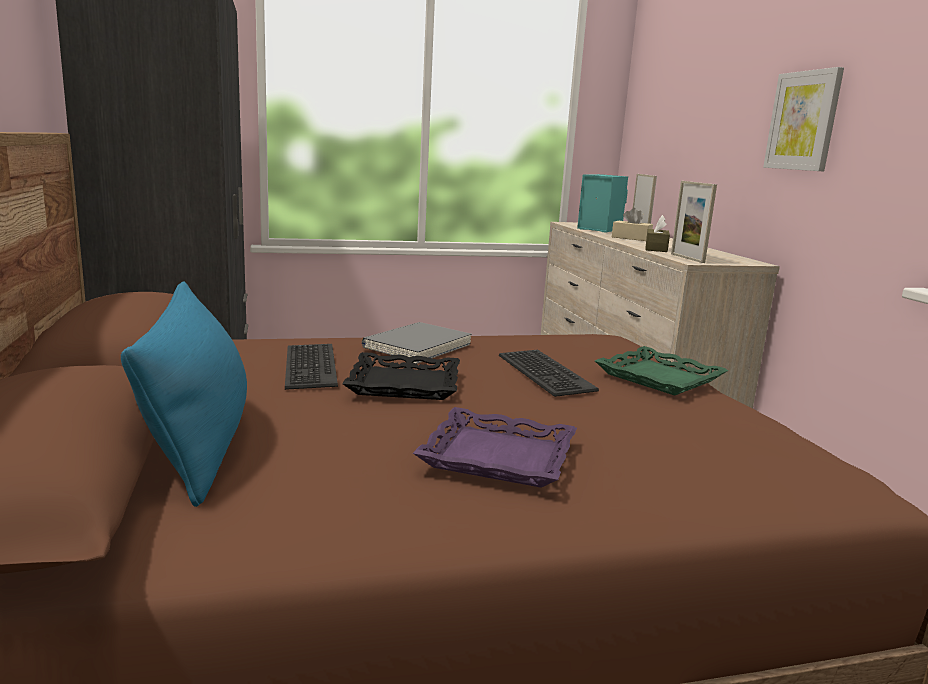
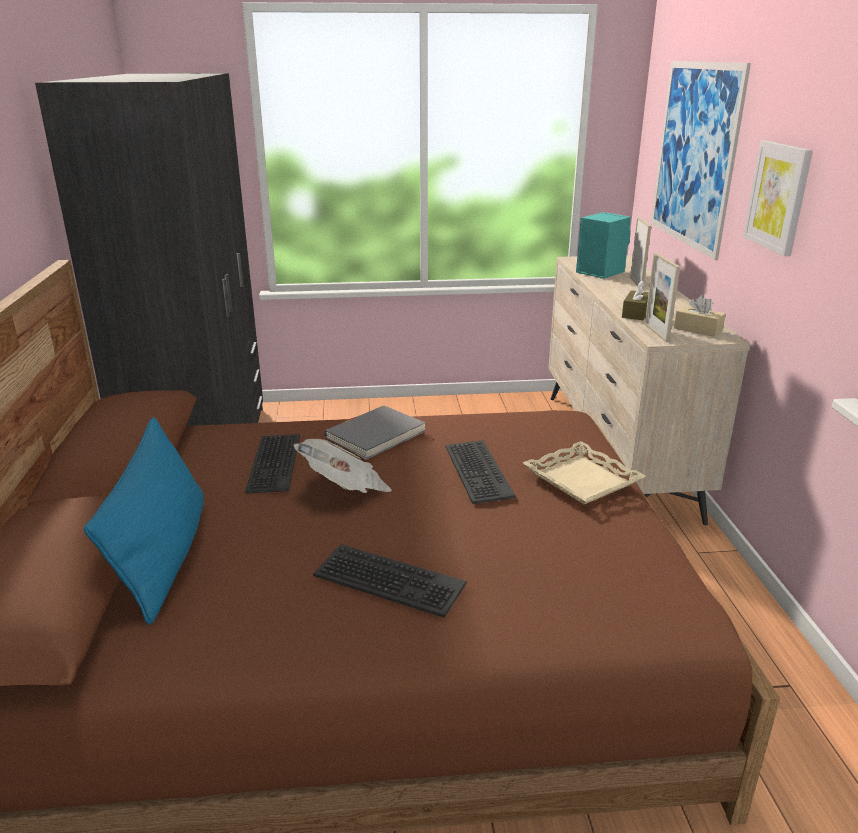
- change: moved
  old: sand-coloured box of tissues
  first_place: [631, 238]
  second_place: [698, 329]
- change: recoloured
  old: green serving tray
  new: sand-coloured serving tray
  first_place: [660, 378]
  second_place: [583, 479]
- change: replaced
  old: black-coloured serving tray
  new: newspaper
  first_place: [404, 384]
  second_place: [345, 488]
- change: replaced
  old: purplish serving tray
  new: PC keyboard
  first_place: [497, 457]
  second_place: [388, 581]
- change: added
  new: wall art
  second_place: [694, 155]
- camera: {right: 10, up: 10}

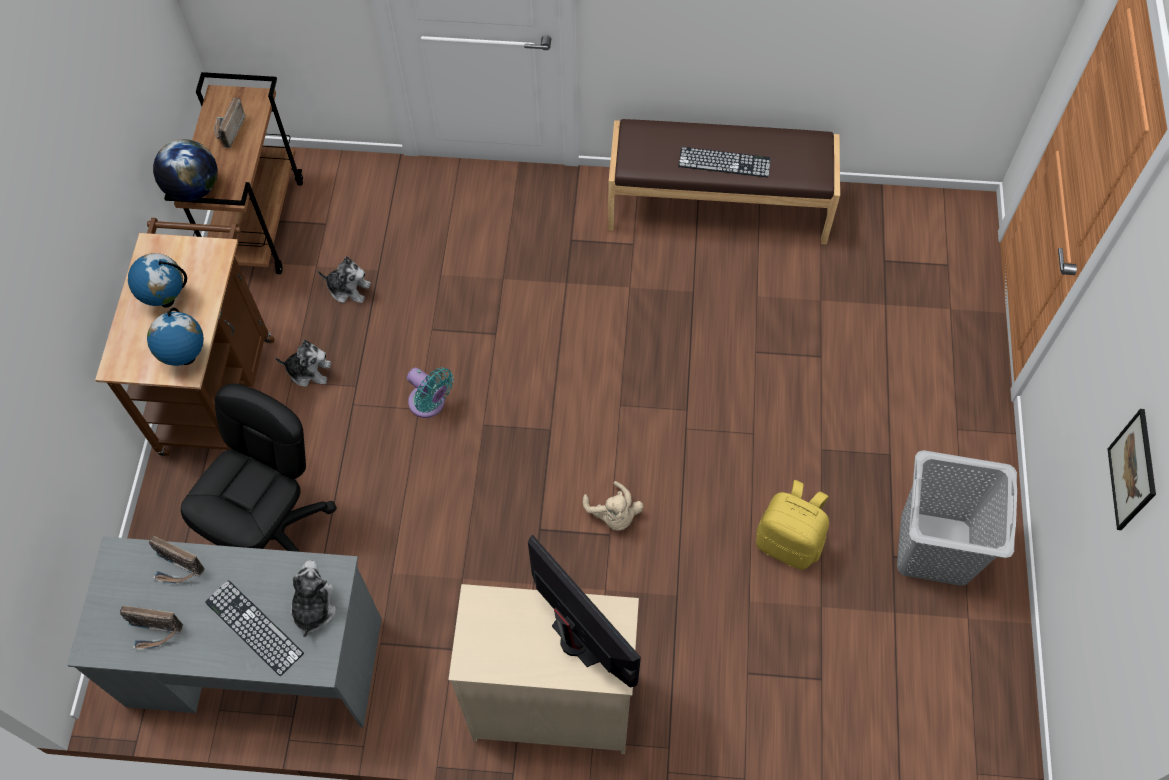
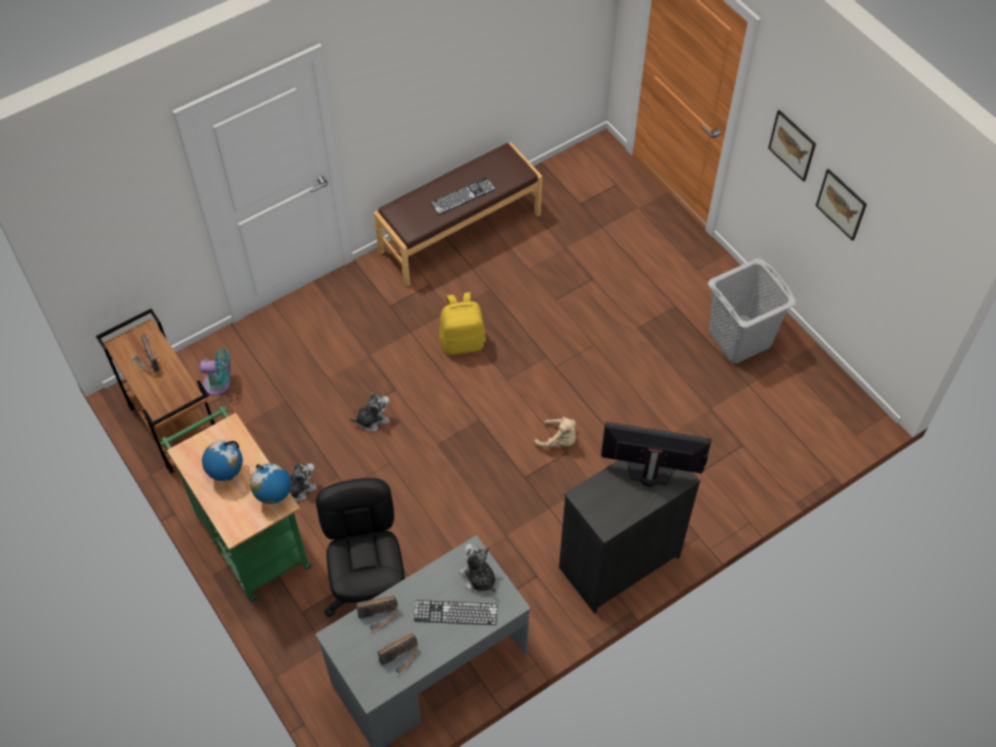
- change: removed
  old: desk globe
  first_place: [193, 189]
- change: recoloured
  old: brownish cart
  new: green cart
  first_place: [219, 387]
  second_place: [249, 537]
- change: moved
  old: plush toy
  first_place: [348, 289]
  second_place: [372, 419]
- change: moved
  old: turquoise-coloured fan
  first_place: [430, 404]
  second_place: [219, 384]
- change: moved
  old: yellow-coloured knapsack
  first_place: [789, 542]
  second_place: [463, 341]
- change: recoloured
  old: sand-coloured dresser
  new: black-coloured dresser
  first_place: [552, 704]
  second_place: [618, 561]
- change: added
  new: wall art
  second_place: [792, 145]
- camera: {right: -40, up: -5}

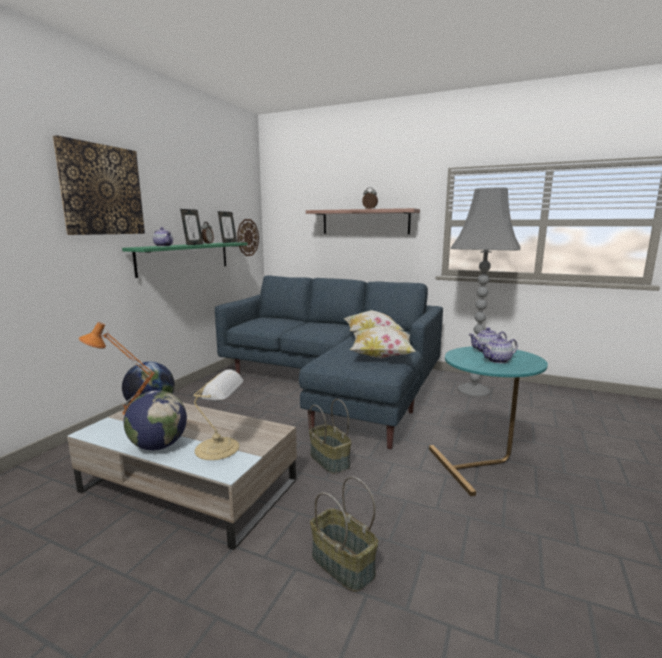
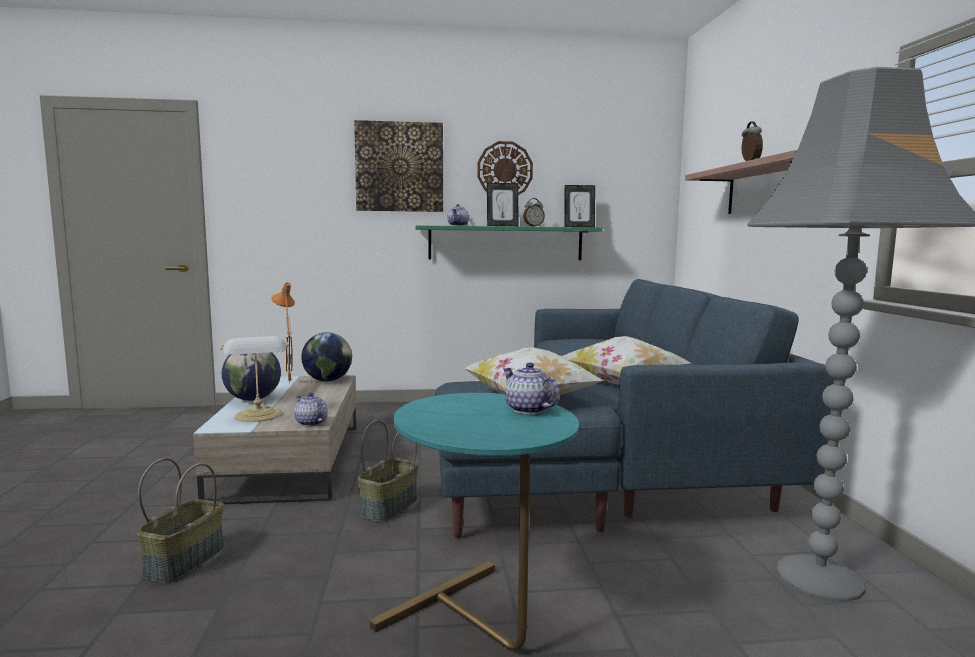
- change: moved
  old: clock on the wall
  first_place: [247, 237]
  second_place: [505, 170]
- change: moved
  old: teapot
  first_place: [497, 360]
  second_place: [310, 423]
- camera: {right: 60, up: -5}

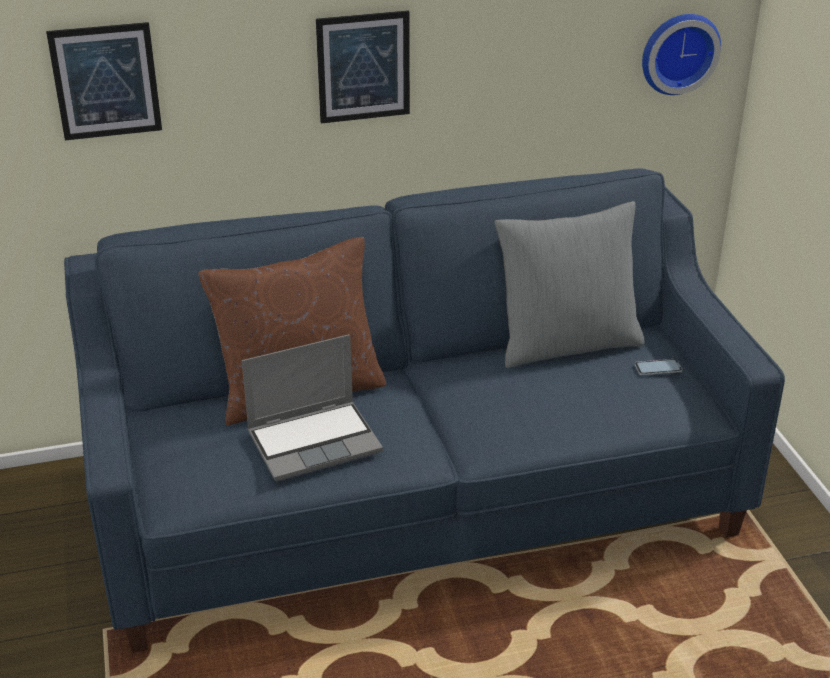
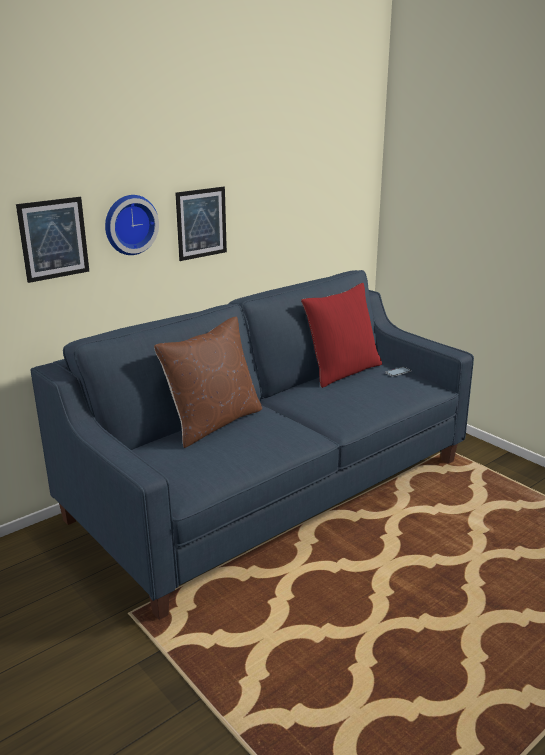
- change: moved
  old: clock on the wall
  first_place: [678, 52]
  second_place: [129, 224]
- change: recoloured
  old: grey throw pillow
  new: red-coloured throw pillow
  first_place: [566, 343]
  second_place: [342, 371]
- change: removed
  old: laptop
  first_place: [315, 441]
- camera: {right: -25, up: -10}

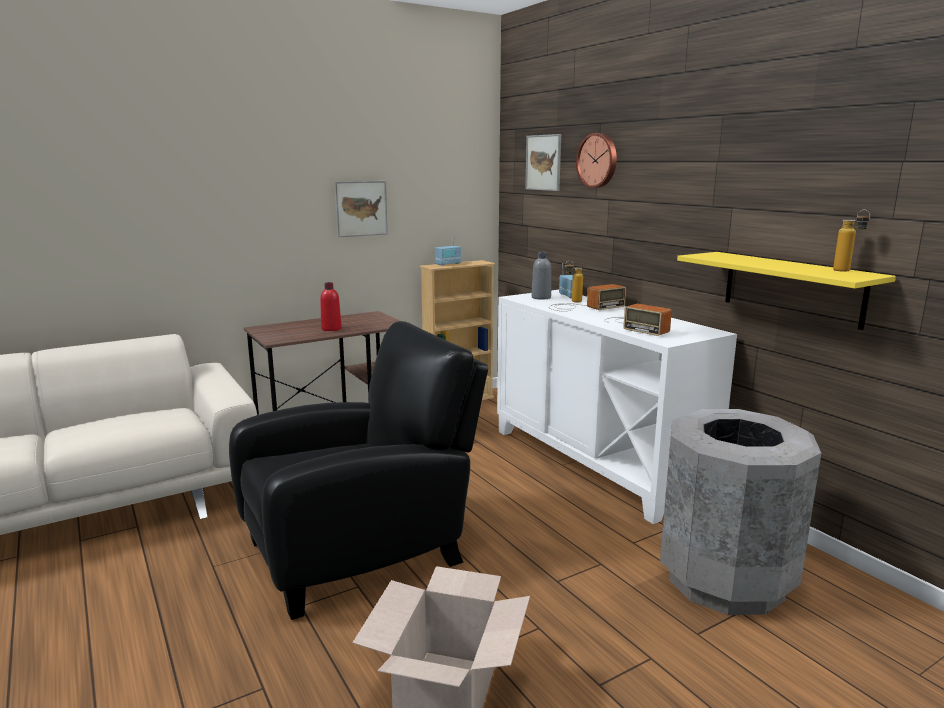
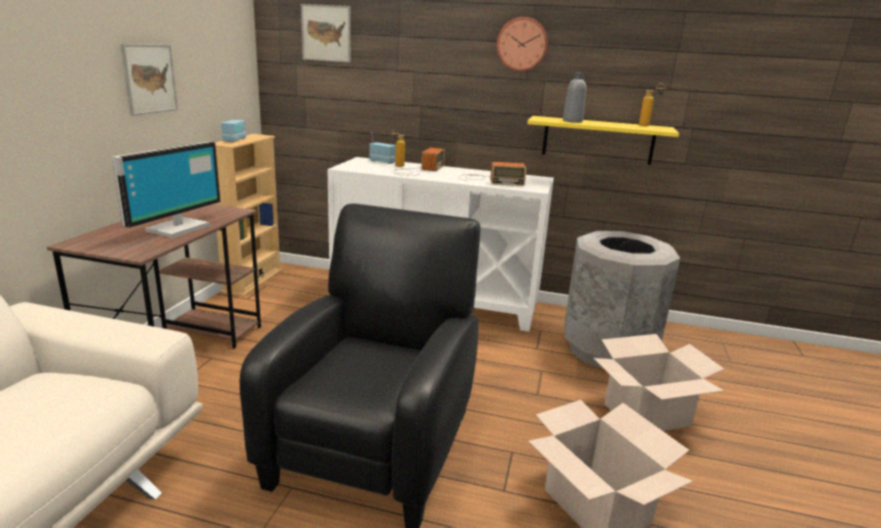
- change: moved
  old: clock on the wall
  first_place: [598, 160]
  second_place: [522, 44]
- change: moved
  old: grey beverage bottle
  first_place: [541, 297]
  second_place: [572, 121]
- change: replaced
  old: red-coloured beverage bottle
  new: computer display
  first_place: [331, 329]
  second_place: [177, 228]
- change: added
  new: carton
  second_place: [646, 414]
- camera: {right: -45, up: 5}

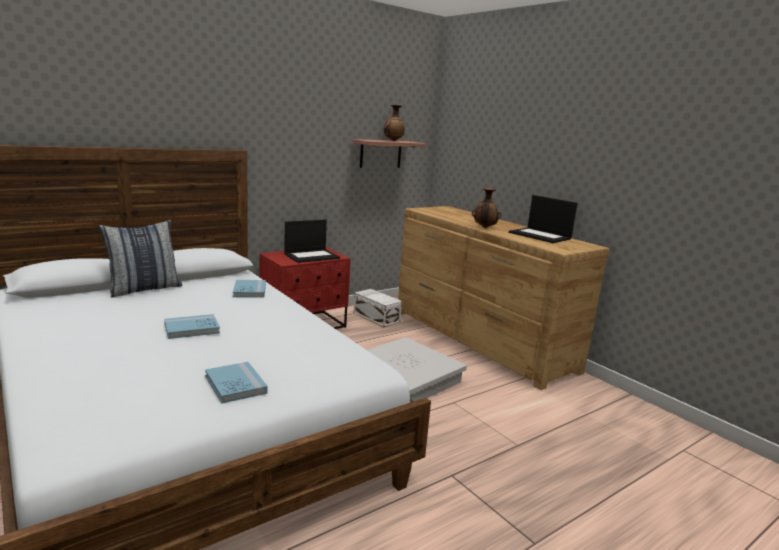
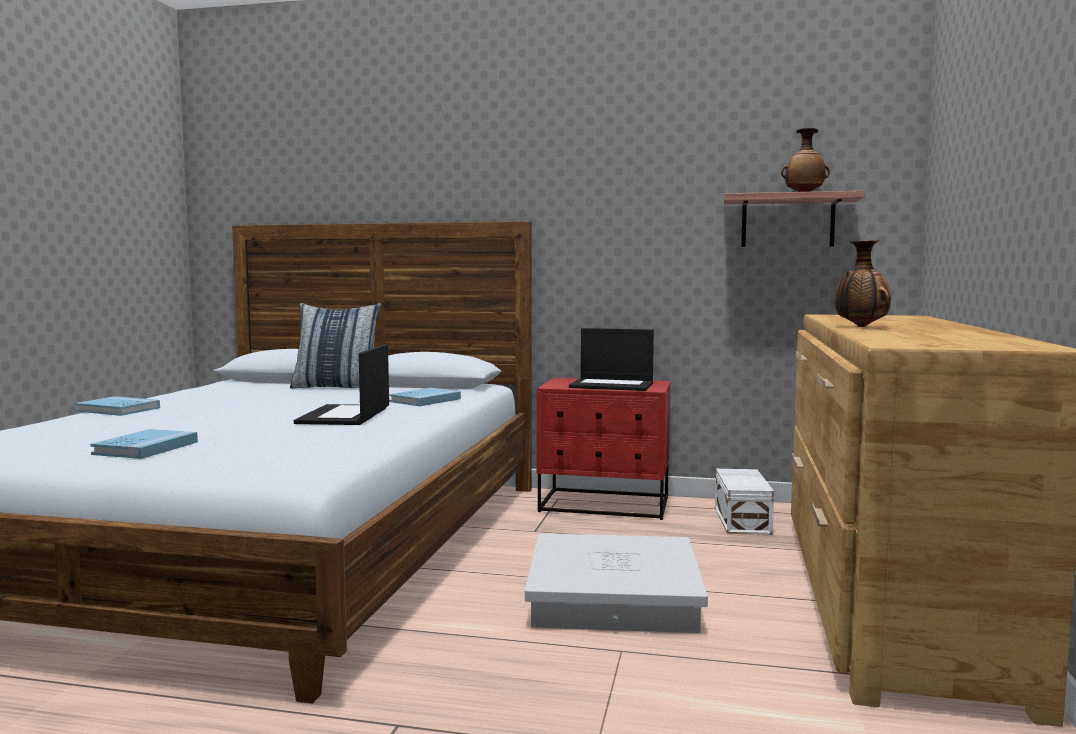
- change: moved
  old: laptop
  first_place: [540, 236]
  second_place: [345, 416]
- change: moved
  old: bluish book
  first_place: [192, 329]
  second_place: [118, 409]
- camera: {right: 50, up: -10}

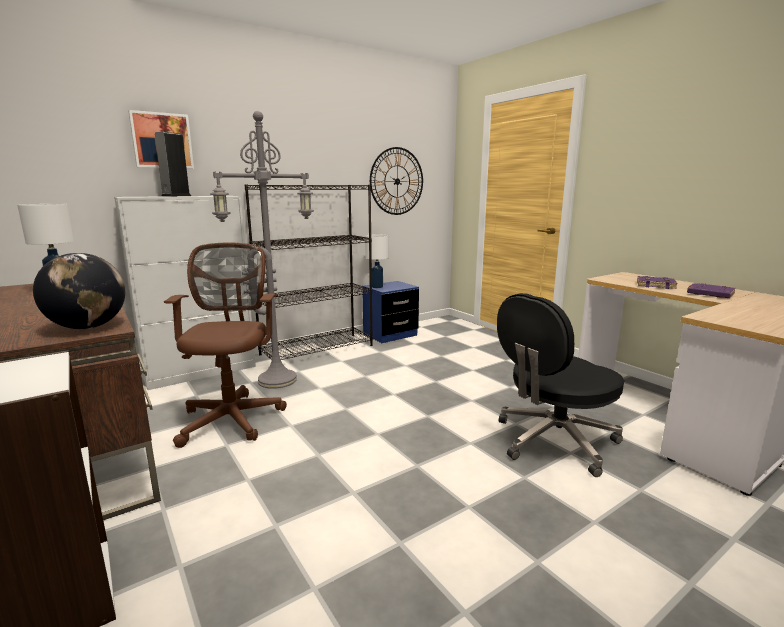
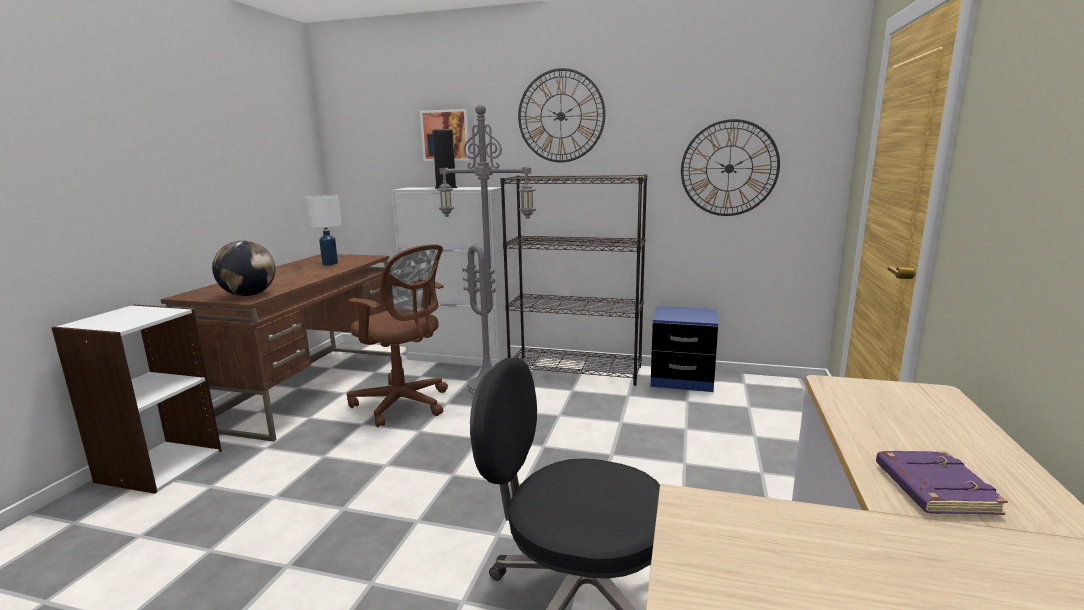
- change: removed
  old: white-coloured table lamp
  first_place: [377, 287]
- change: turned
  old: brownish office chair
  first_place: [233, 417]
  second_place: [404, 405]
  degrees: 75
- change: removed
  old: purplish book
  first_place: [656, 285]
- change: added
  new: clock on the wall
  second_place: [561, 116]
- camera: {right: 50, up: 0}

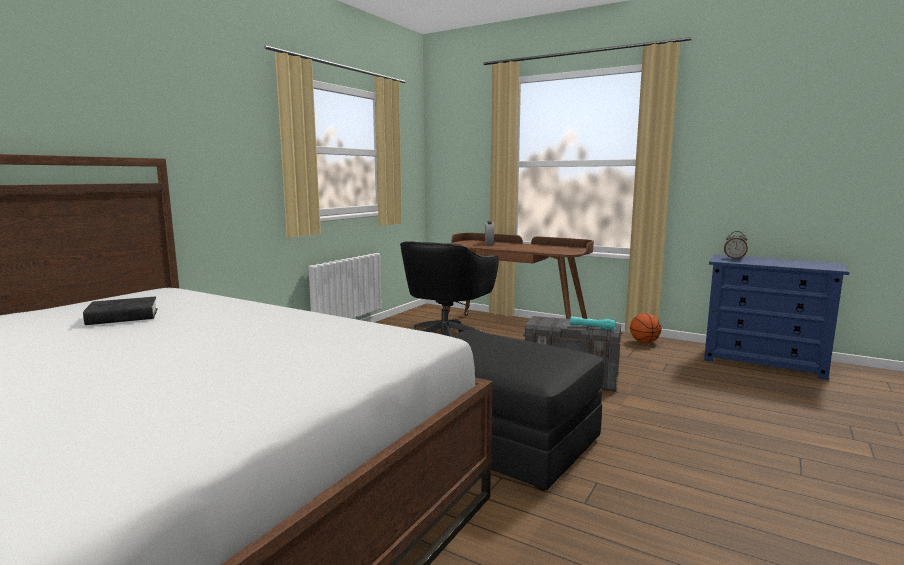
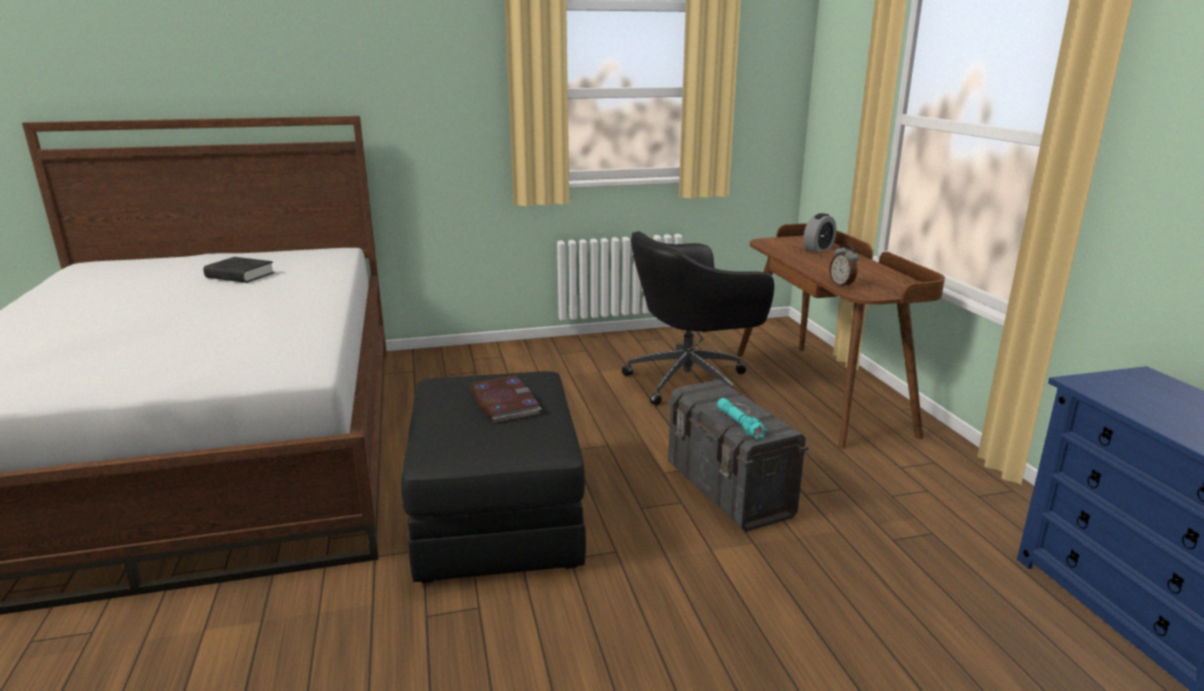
- change: moved
  old: bedside clock
  first_place: [734, 258]
  second_place: [842, 285]
- change: removed
  old: basketball ball
  first_place: [644, 342]
- change: added
  new: book
  second_place: [504, 403]
- camera: {right: 45, up: 10}

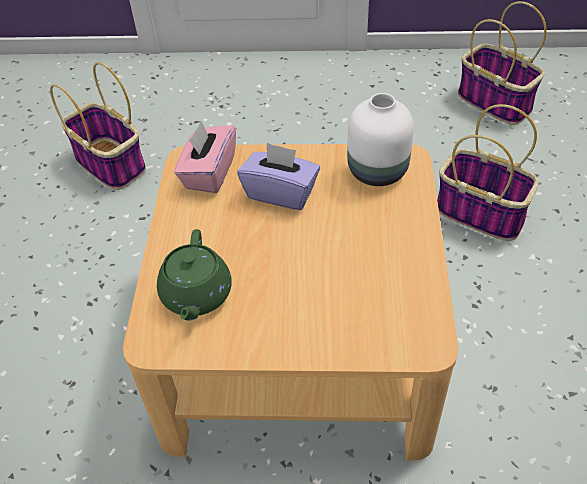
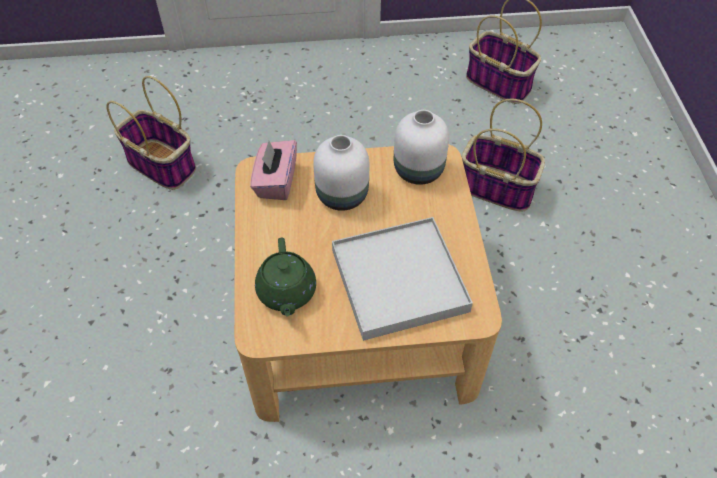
- change: replaced
  old: purplish box of tissues
  new: white-coloured vase
  first_place: [281, 193]
  second_place: [341, 196]
- change: added
  new: white-coloured serving tray
  second_place: [399, 281]
- camera: {right: -10, up: 5}

